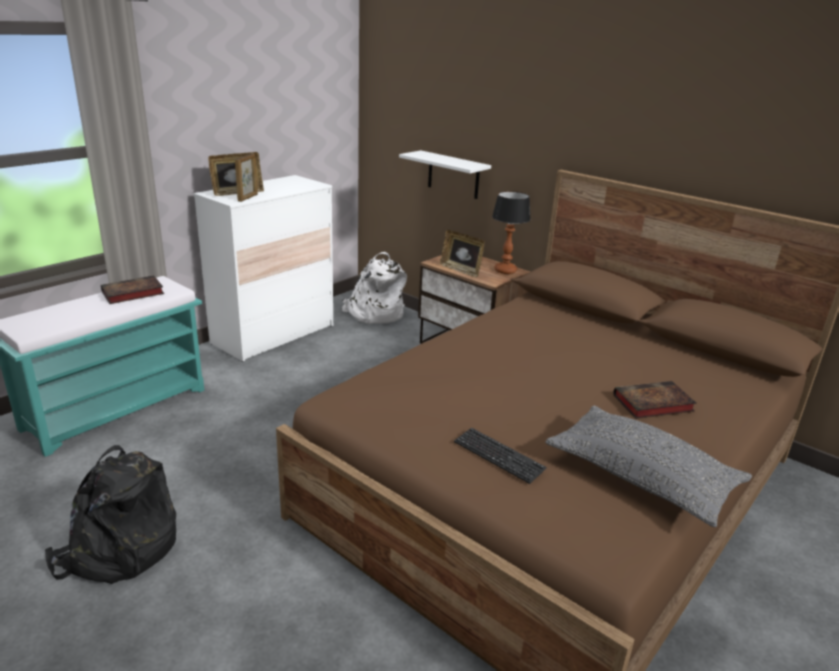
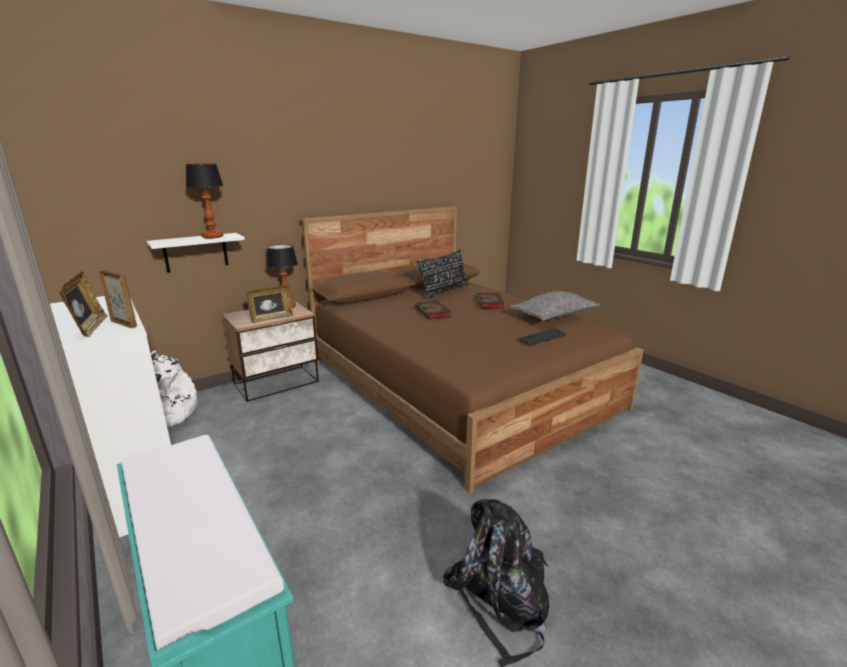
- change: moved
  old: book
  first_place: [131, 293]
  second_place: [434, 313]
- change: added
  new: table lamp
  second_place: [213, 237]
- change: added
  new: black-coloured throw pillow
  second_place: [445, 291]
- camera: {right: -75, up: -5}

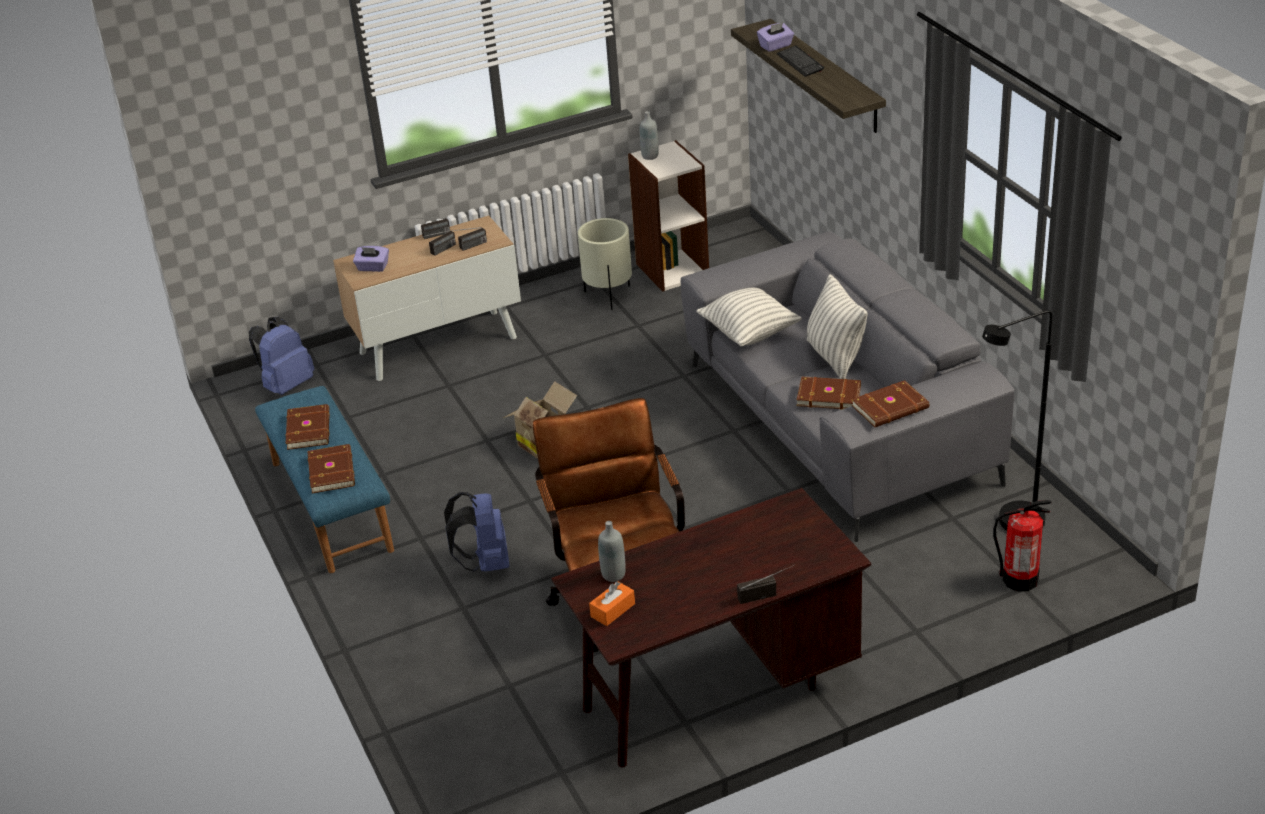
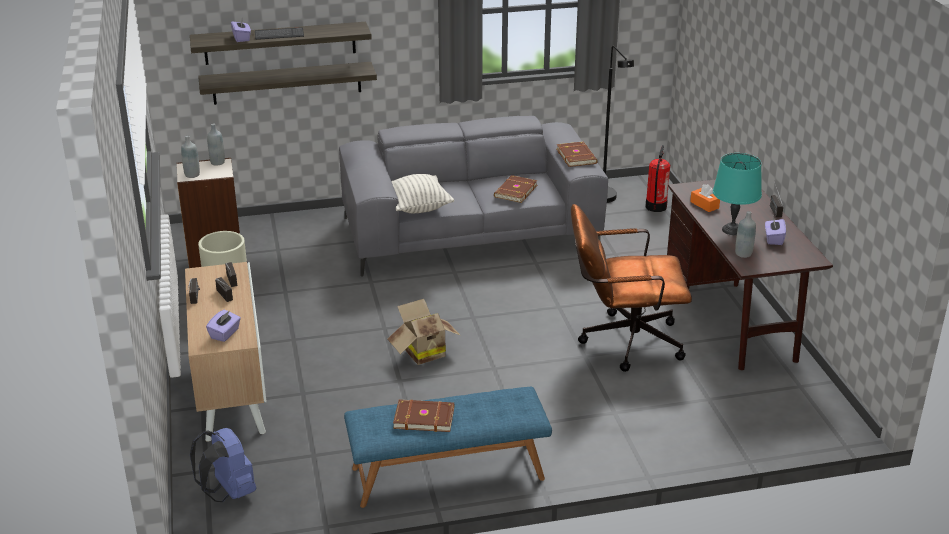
- change: removed
  old: throw pillow
  first_place: [835, 357]
- change: removed
  old: brownish book
  first_place: [333, 471]
- change: removed
  old: bluish knapsack
  first_place: [485, 563]
- change: moved
  old: orangey box of tissues
  first_place: [612, 610]
  second_place: [704, 205]
- change: added
  new: bracket shelf
  second_place: [287, 83]
- change: added
  new: grey beverage bottle
  second_place: [217, 162]
- change: added
  new: turquoise-coloured table lamp
  second_place: [733, 230]
- change: added
  new: purplish box of tissues
  second_place: [773, 239]
- camera: {right: -80, up: -5}

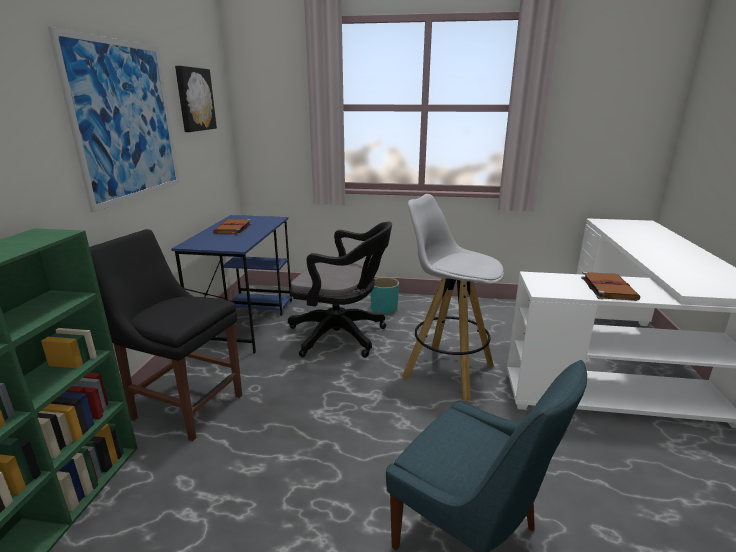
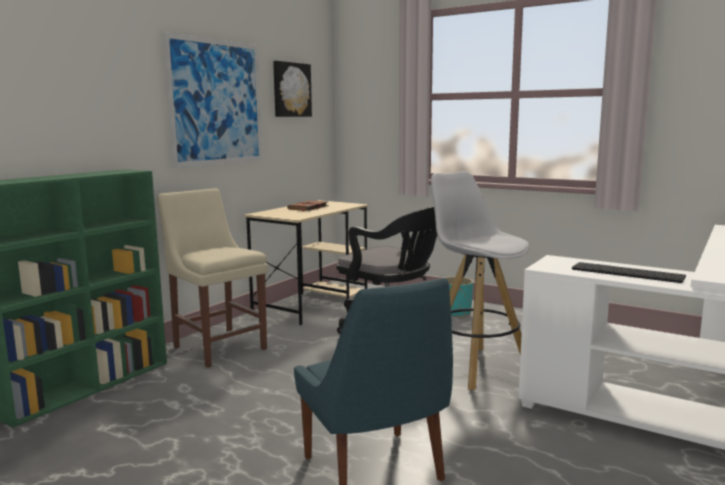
- change: recoloured
  old: bluish desk unit
  new: sand-coloured desk unit
  first_place: [247, 321]
  second_place: [312, 303]
- change: recoloured
  old: black-coloured upright chair
  new: sand-coloured upright chair
  first_place: [184, 405]
  second_place: [217, 346]
- change: replaced
  old: brownish book
  new: PC keyboard
  first_place: [607, 288]
  second_place: [625, 273]
- camera: {right: 25, up: -10}

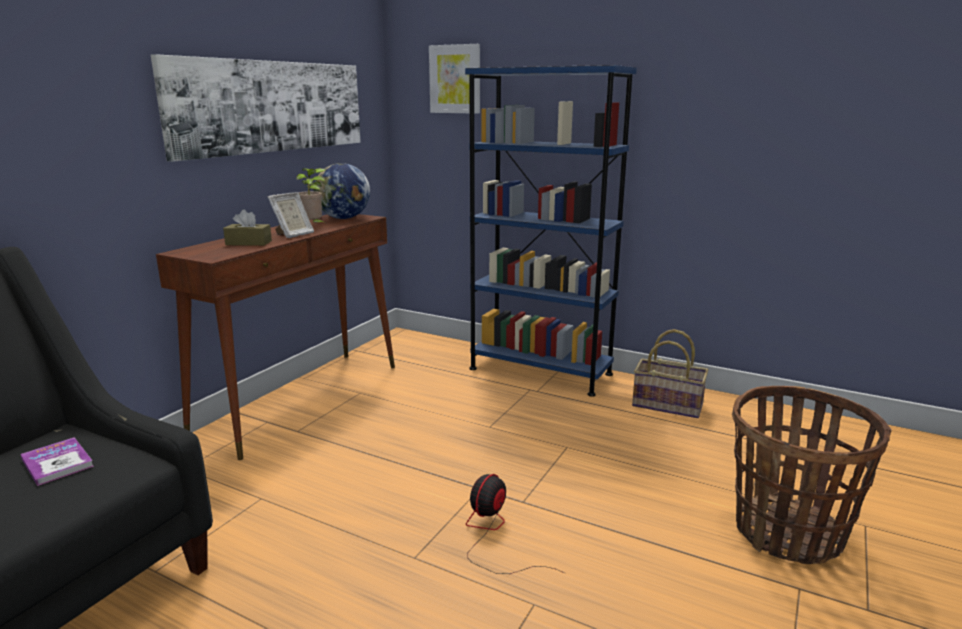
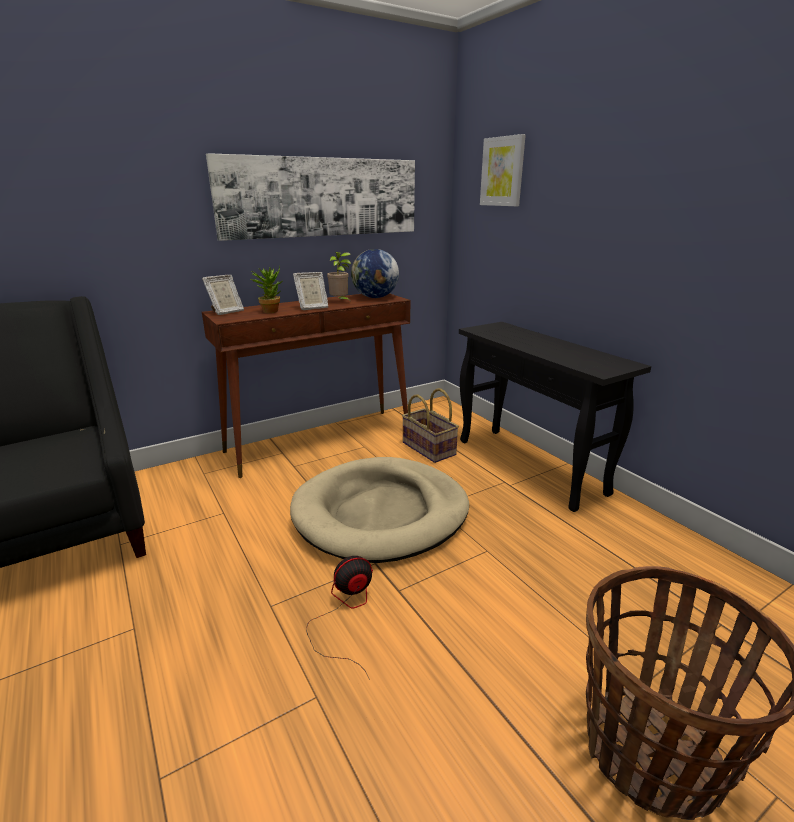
- change: replaced
  old: bluish bookshelf
  new: black-coloured console table
  first_place: [540, 371]
  second_place: [530, 466]
- change: replaced
  old: brownish box of tissues
  new: potted plant
  first_place: [248, 243]
  second_place: [270, 310]
- change: moved
  old: household basket
  first_place: [668, 405]
  second_place: [429, 448]
- change: removed
  old: book
  first_place: [57, 463]
- change: added
  new: picture frame
  second_place: [226, 312]
- change: added
  new: sand-coloured dog cushion
  second_place: [381, 513]
- camera: {right: 30, up: 5}

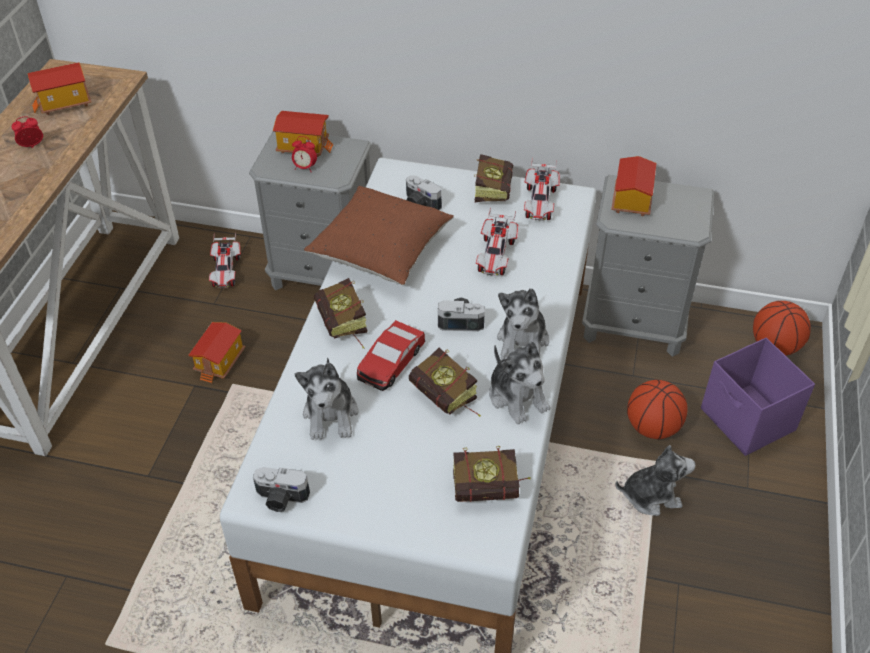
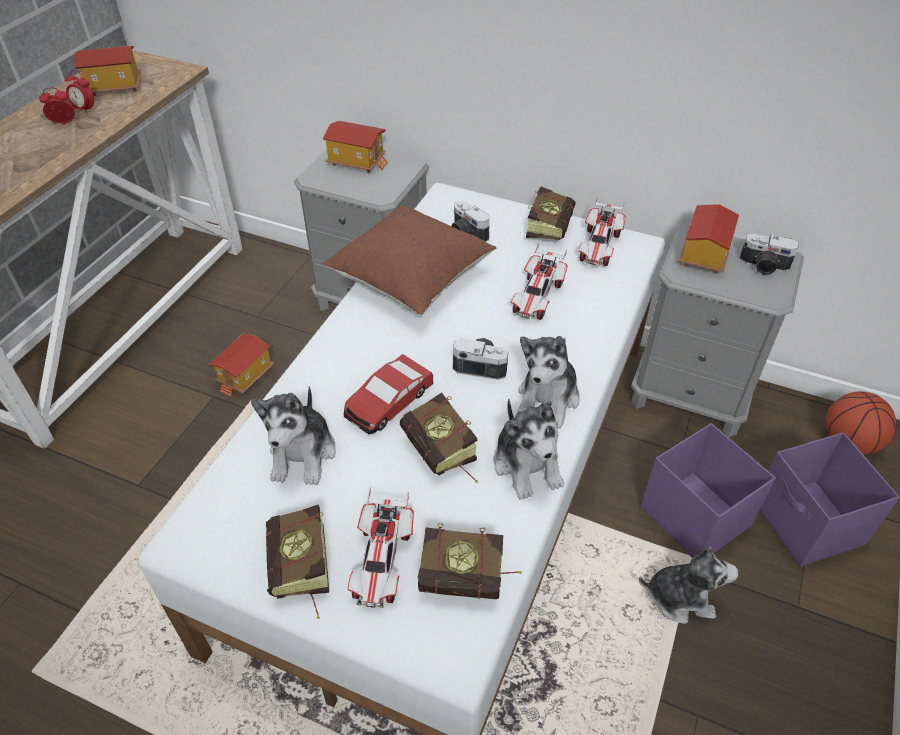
- change: moved
  old: bedside clock
  first_place: [305, 168]
  second_place: [85, 110]
- change: moved
  old: miniature car
  first_place: [226, 271]
  second_place: [382, 561]
- change: moved
  old: book
  first_place: [344, 327]
  second_place: [301, 575]
- change: replaced
  old: basketball ball
  new: purplish storage bin
  first_place: [653, 427]
  second_place: [694, 515]
- change: moved
  old: photo camera
  first_place: [281, 499]
  second_place: [763, 266]
- camera: {right: 10, up: 0}

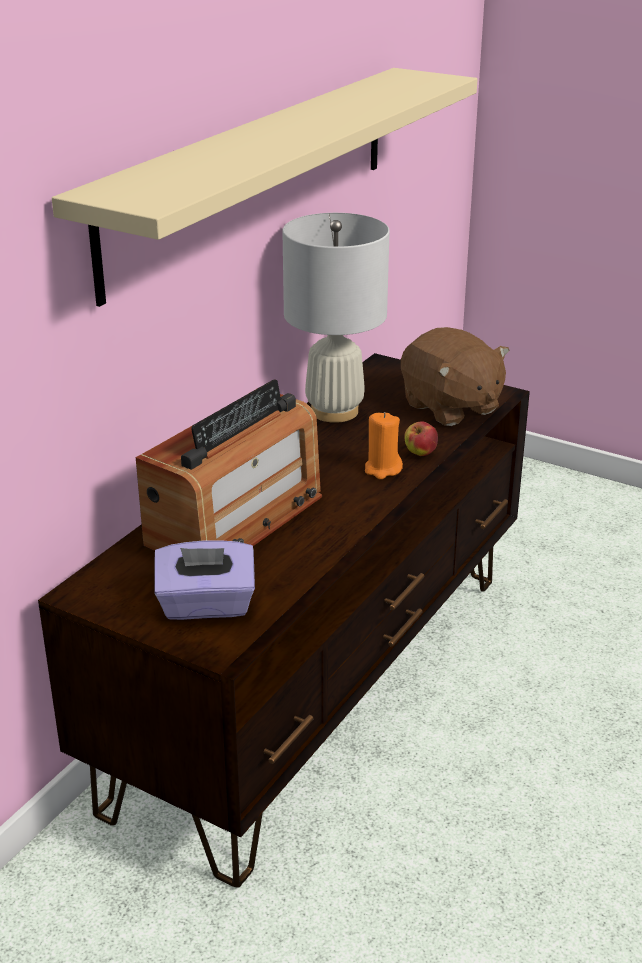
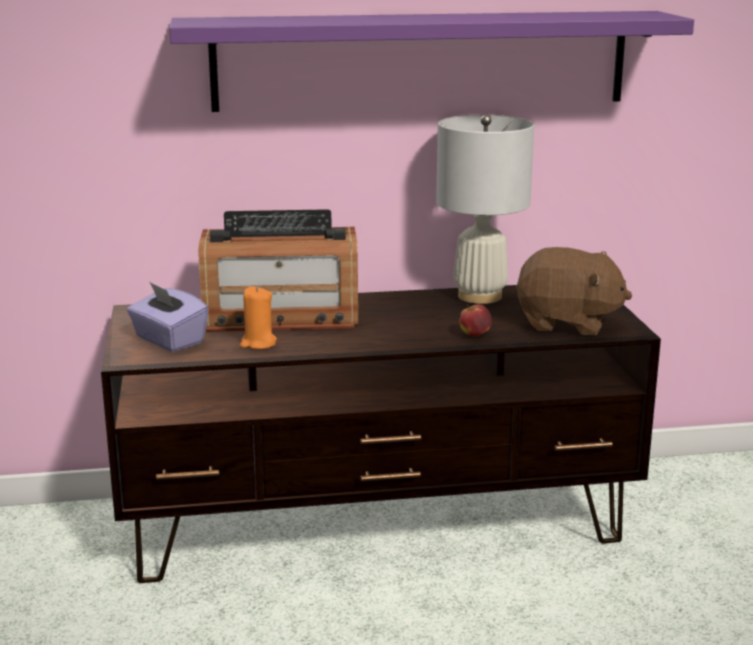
- change: recoloured
  old: sand-coloured bracket shelf
  new: purplish bracket shelf
  first_place: [254, 174]
  second_place: [421, 60]
- change: turned
  old: brownish plush toy
  first_place: [450, 407]
  second_place: [567, 323]
  degrees: -90
- change: moved
  old: orangey wax candle
  first_place: [382, 469]
  second_place: [258, 343]
- camera: {right: 50, up: -10}

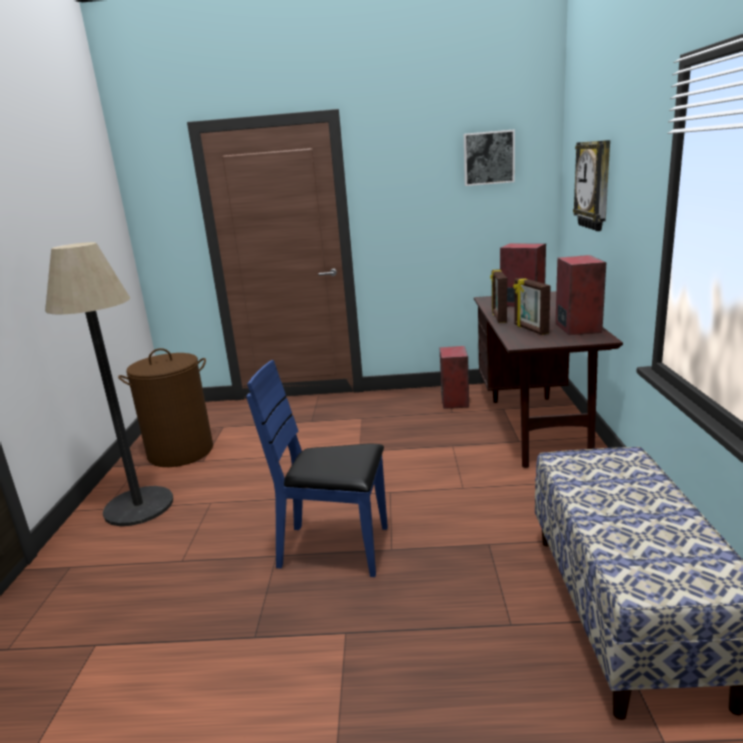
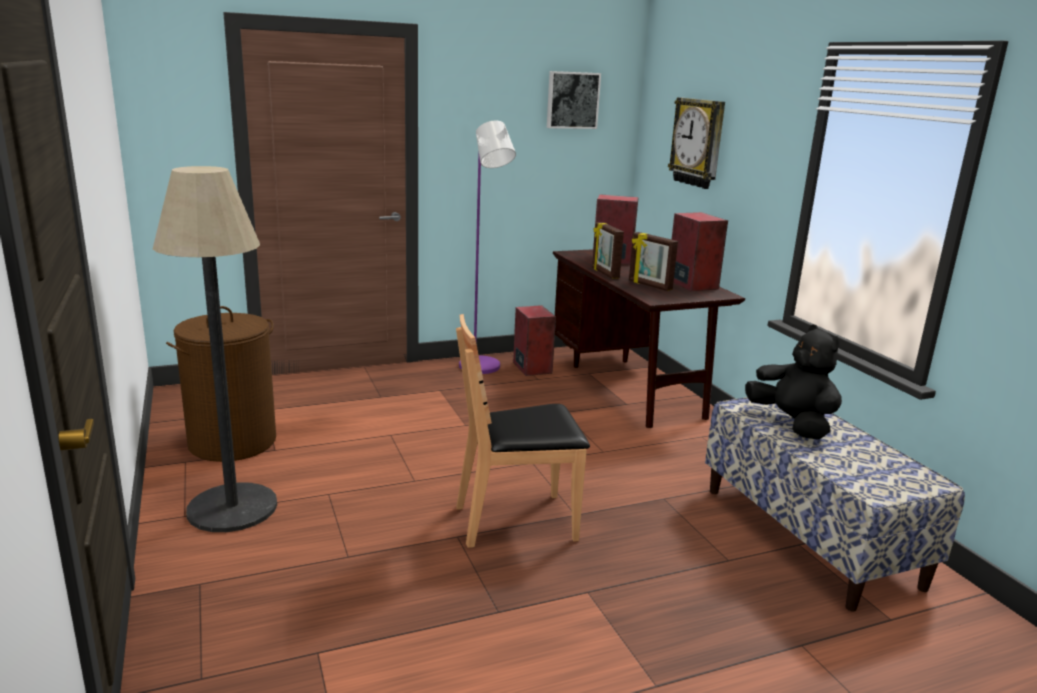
- change: recoloured
  old: bluish upright chair
  new: brownish upright chair
  first_place: [335, 548]
  second_place: [517, 521]
- change: added
  new: purplish standing lamp
  second_place: [483, 369]
- change: added
  new: black-coloured plush toy
  second_place: [792, 423]
- camera: {right: -25, up: 0}

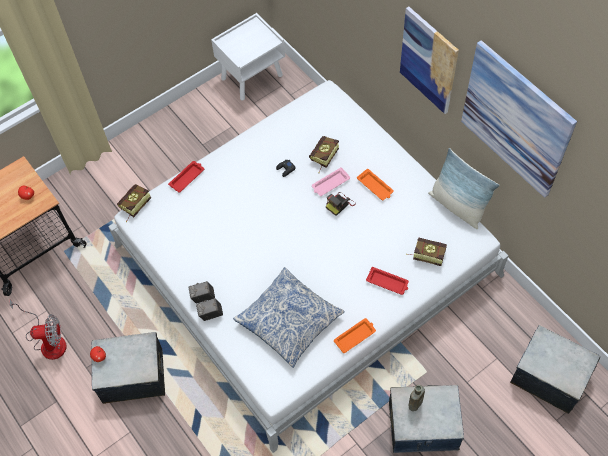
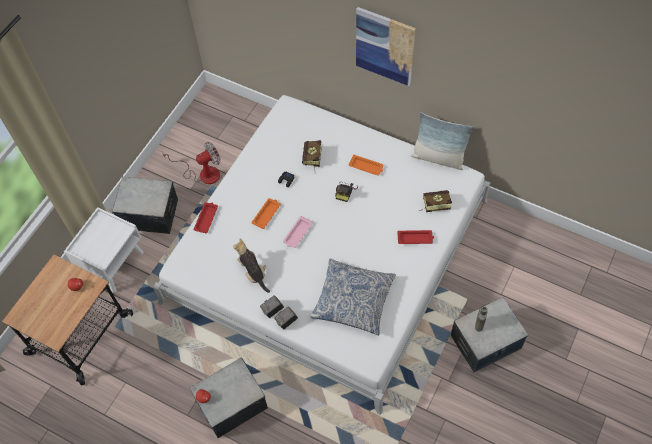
- change: moved
  old: white-coloured night table
  first_place: [252, 77]
  second_place: [114, 264]
- change: removed
  old: wall art
  first_place: [516, 119]
- change: moved
  old: pink serving tray
  first_place: [330, 184]
  second_place: [297, 234]
- change: removed
  old: book
  first_place: [133, 207]
- change: moved
  old: fan
  first_place: [48, 341]
  second_place: [202, 173]
- change: moved
  old: orangey serving tray
  first_place: [355, 336]
  second_place: [266, 214]
- change: moved
  old: storage bin
  first_place: [549, 376]
  second_place: [150, 214]
- change: added
  new: plush toy
  second_place: [253, 272]
- camera: {right: -25, up: 0}

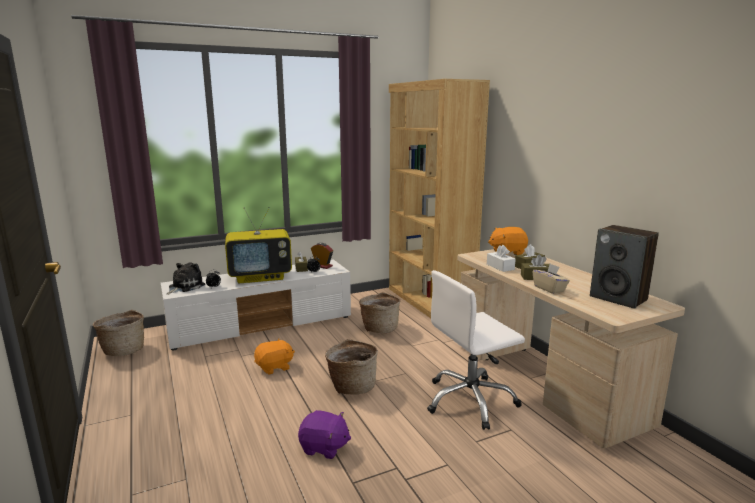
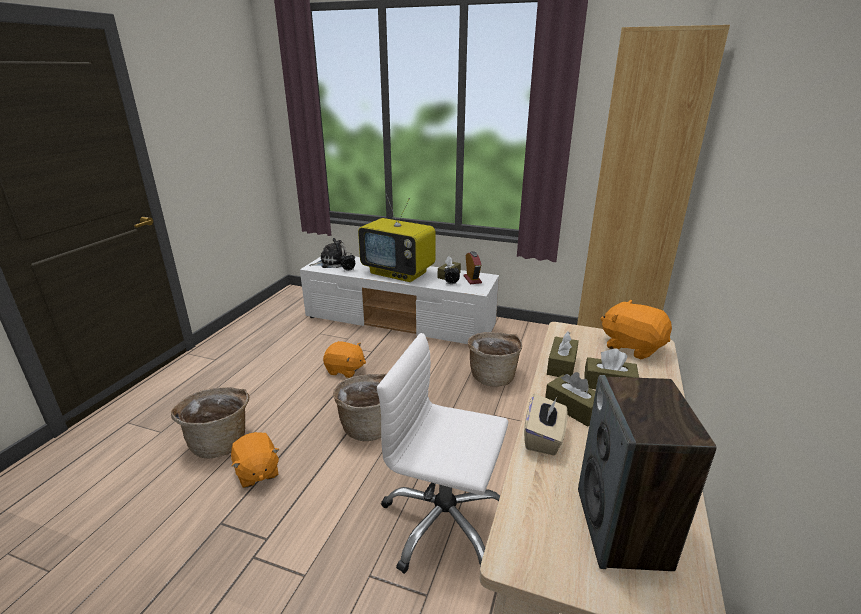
- change: recoloured
  old: white-coloured box of tissues
  new: brownish box of tissues
  first_place: [500, 267]
  second_place: [561, 365]
- change: moved
  old: household basket
  first_place: [123, 350]
  second_place: [220, 442]
- change: recoloured
  old: purplish plush toy
  new: orangey plush toy
  first_place: [324, 447]
  second_place: [257, 472]
- camera: {right: 45, up: 10}

